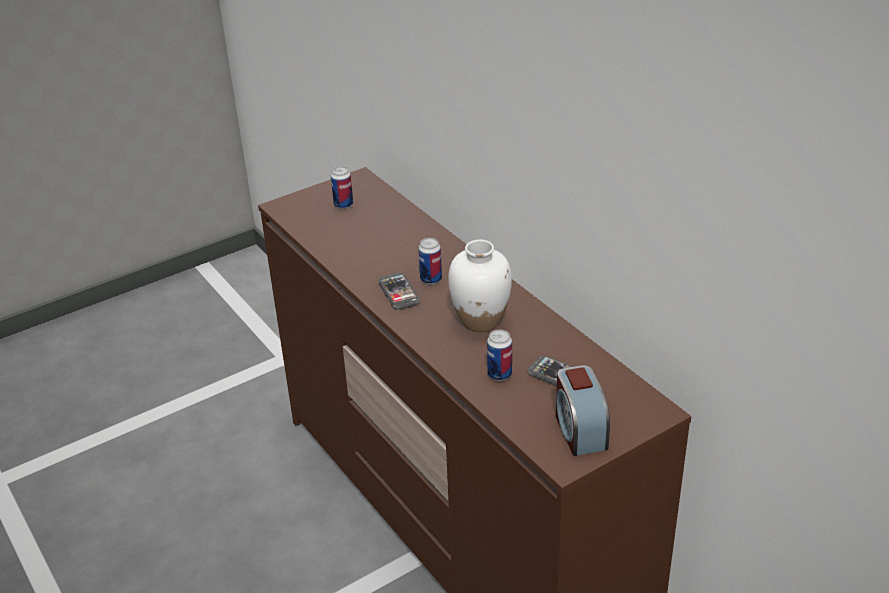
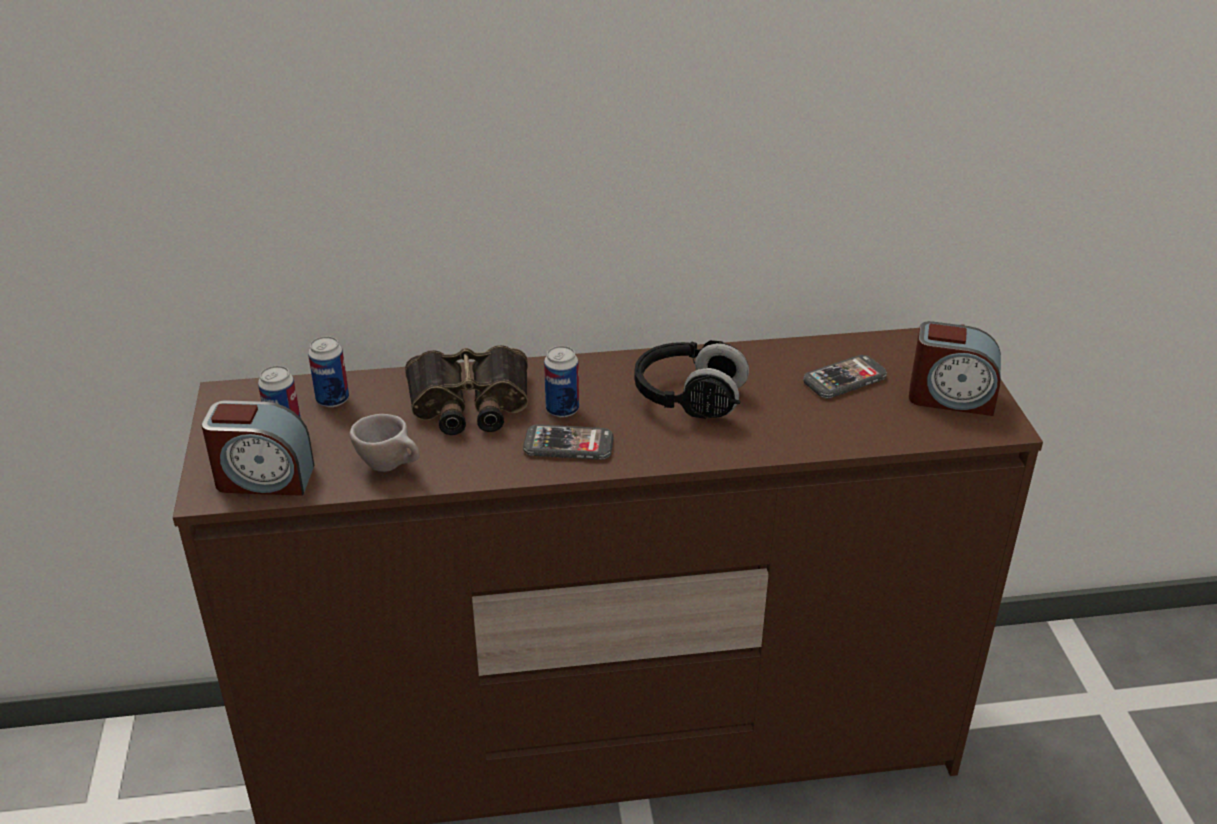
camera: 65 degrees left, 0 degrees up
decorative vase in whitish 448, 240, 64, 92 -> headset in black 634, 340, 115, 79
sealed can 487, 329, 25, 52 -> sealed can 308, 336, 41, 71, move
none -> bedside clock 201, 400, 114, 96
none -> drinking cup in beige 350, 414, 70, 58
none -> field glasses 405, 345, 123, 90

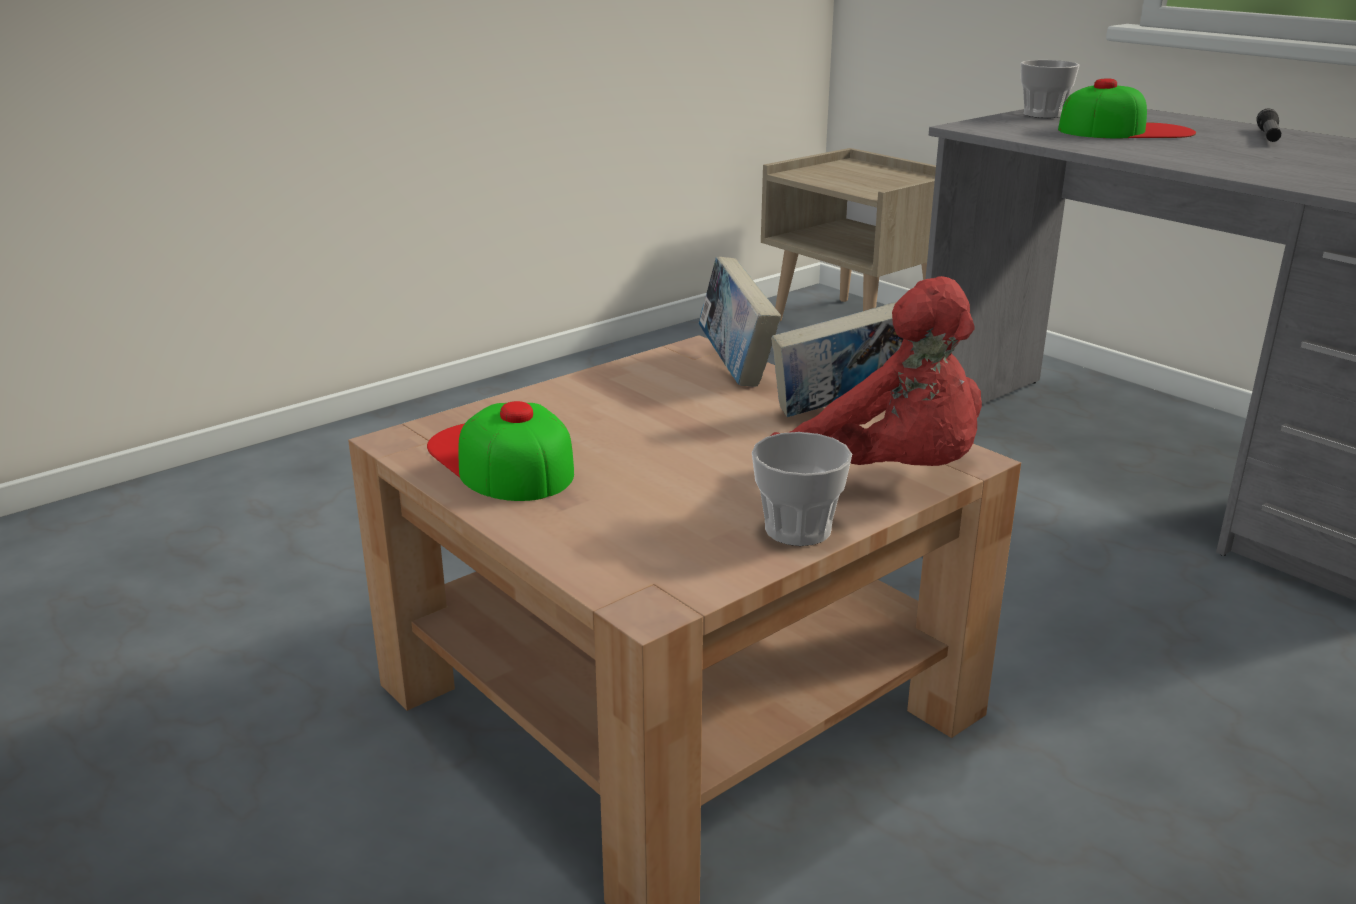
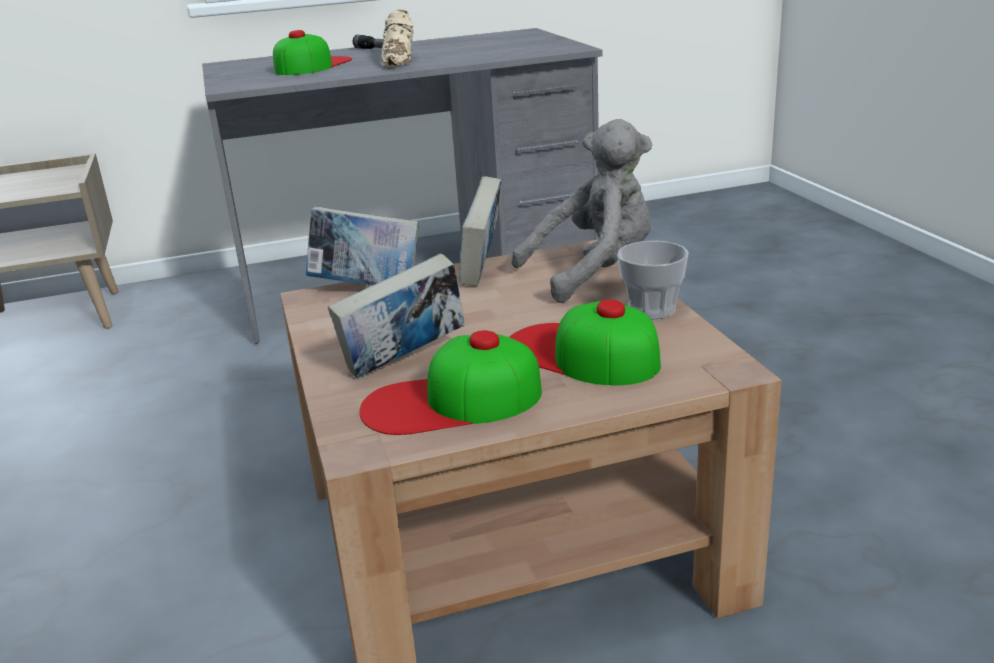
camera: 65 degrees left, 0 degrees up
plush toy in red-coloured 770, 276, 212, 190 -> plush toy in grey 512, 119, 140, 184
drinking cup 1021, 60, 58, 58 -> none
none -> volume 328, 253, 136, 126
none -> low shoe in beige 380, 9, 34, 58
none -> cap 509, 299, 152, 86

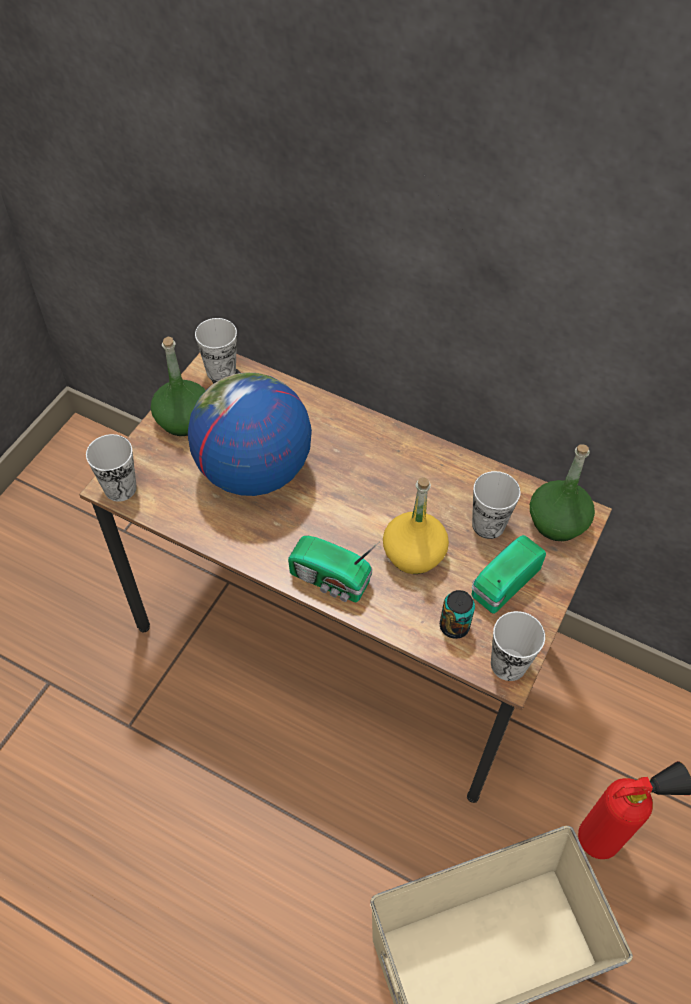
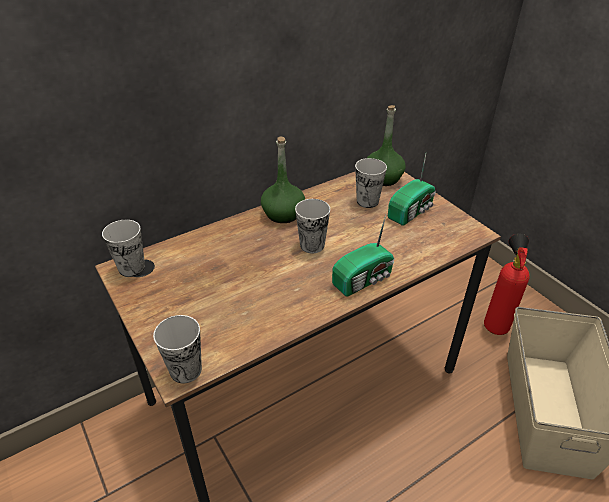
camera: 60 degrees left, 15 degrees down
drink bottle in greenish 151, 337, 55, 99 -> drink bottle in greenish 261, 136, 44, 87, move
globe 188, 372, 124, 124 -> none
drink bottle in yellow-coloured 383, 477, 66, 97 -> none
sealed can 440, 590, 35, 49 -> none
radio 471, 535, 75, 79 -> radio 388, 154, 48, 71, 120 degrees counterclockwise
drinking cup 491, 611, 54, 70 -> drinking cup 295, 199, 35, 54, move

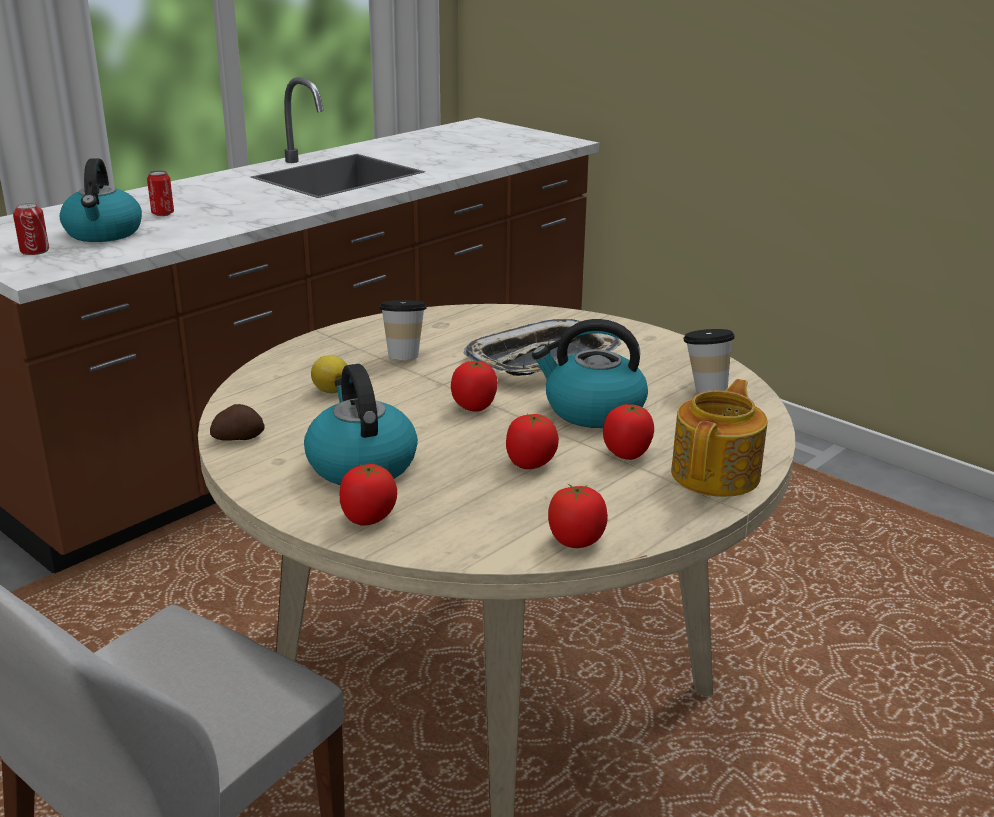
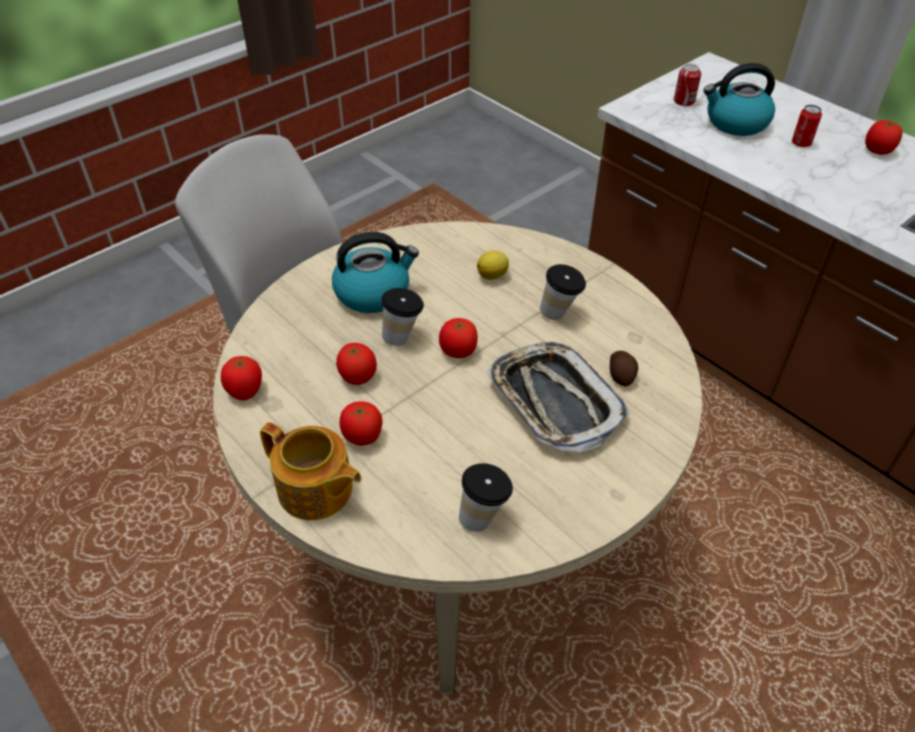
camera: 95 degrees right, 20 degrees up
potato 210, 404, 55, 37 -> potato 610, 351, 28, 35, move
whole tomato 340, 464, 57, 62 -> whole tomato 865, 120, 37, 35, move
water kettle 532, 319, 116, 109 -> none
none -> drinking cup 382, 288, 42, 58

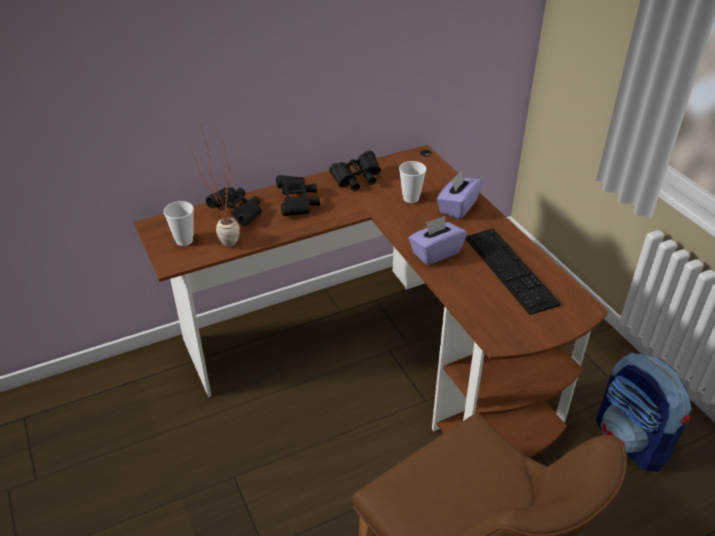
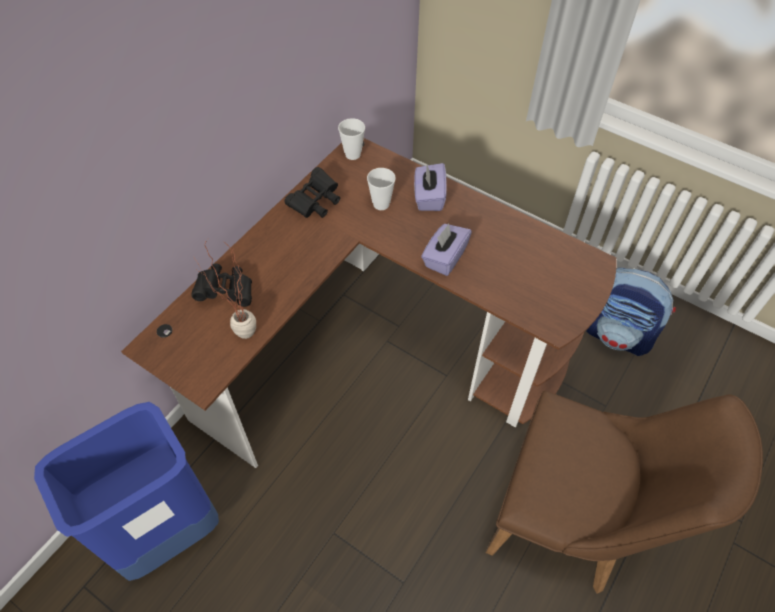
camera: 30 degrees left, 15 degrees up
drinking cup 164, 201, 30, 45 -> drinking cup 338, 118, 27, 42, move
field glasses in black 276, 175, 44, 41 -> none
computer keyboard 466, 228, 95, 87 -> none
none -> waste bin in blue-coloured 34, 402, 185, 179

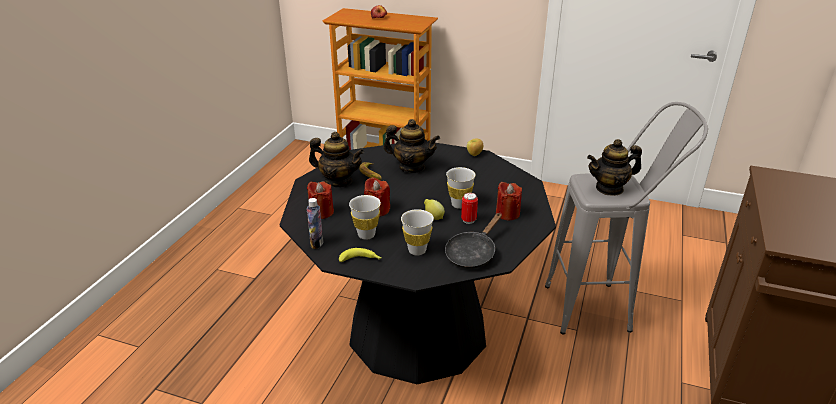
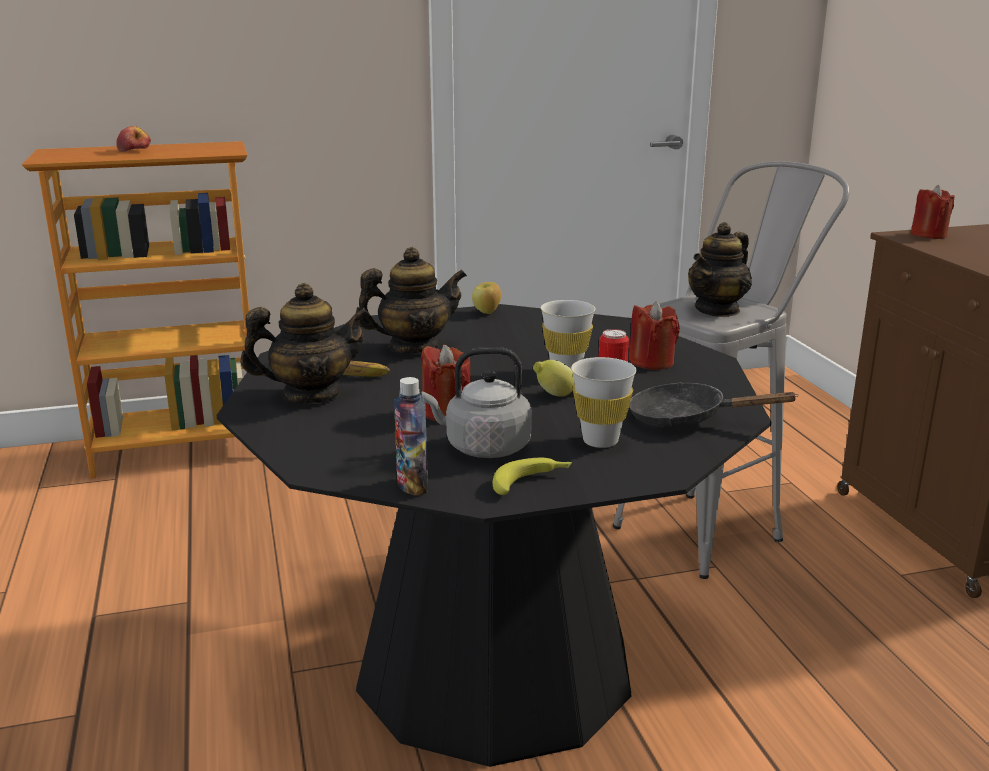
camera: 35 degrees left, 10 degrees down
wax candle in red-coloured 307, 181, 27, 38 -> wax candle in red-coloured 911, 185, 44, 54, move
drinking cup in whitish 349, 195, 32, 45 -> water kettle in grey 422, 347, 110, 111
frying pan in black 445, 213, 57, 56 -> frying pan in black 629, 382, 170, 45, 105 degrees clockwise

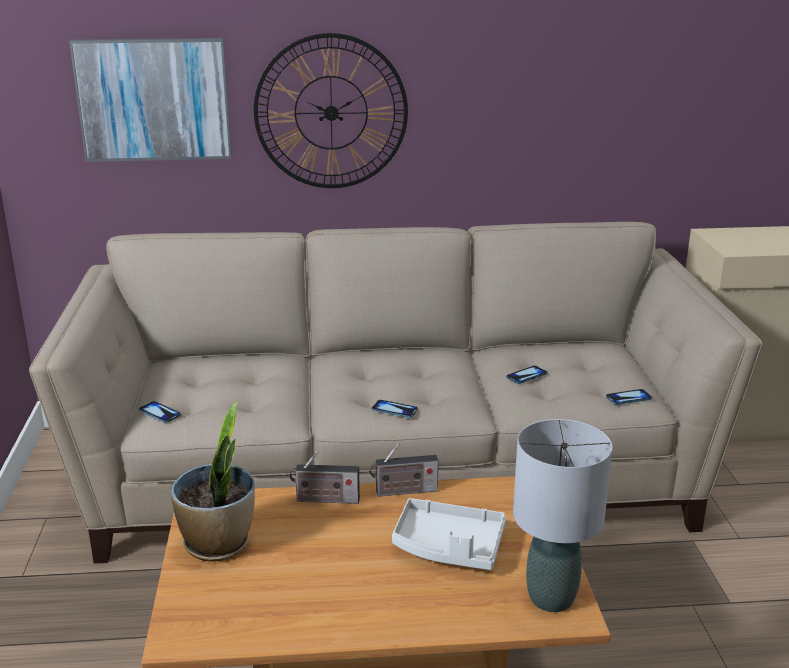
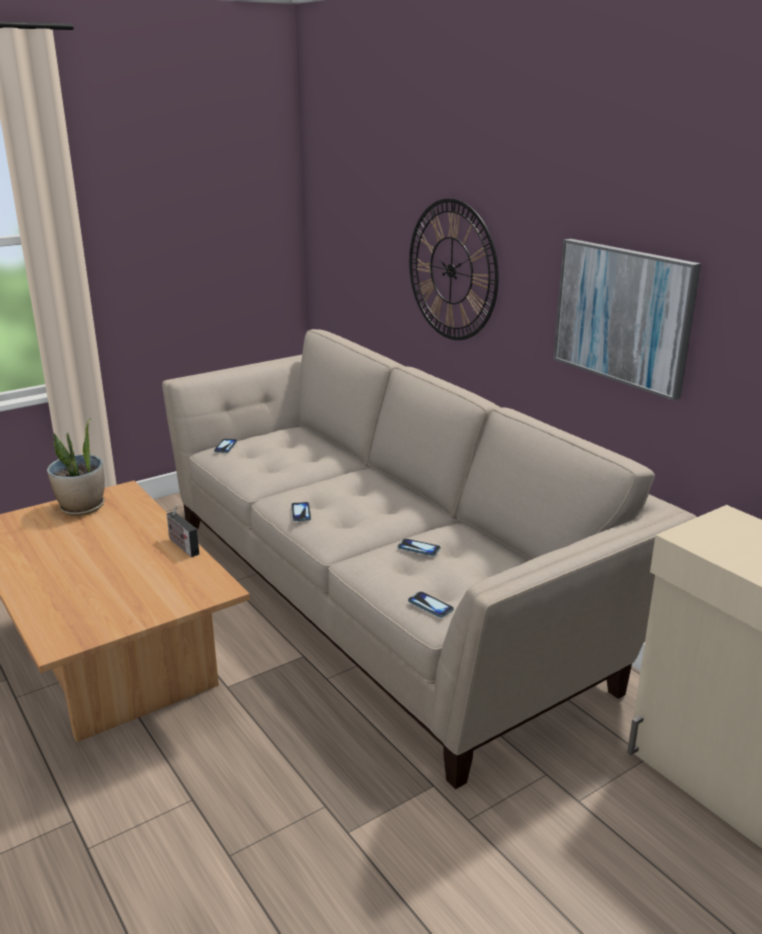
camera: 60 degrees right, 0 degrees up
wall picture 69, 38, 163, 124 -> wall picture 553, 239, 148, 162, move
radio 289, 450, 71, 54 -> none
carrying tray in whitish 392, 498, 114, 72 -> none
lamp for a table in grey 513, 419, 100, 193 -> none

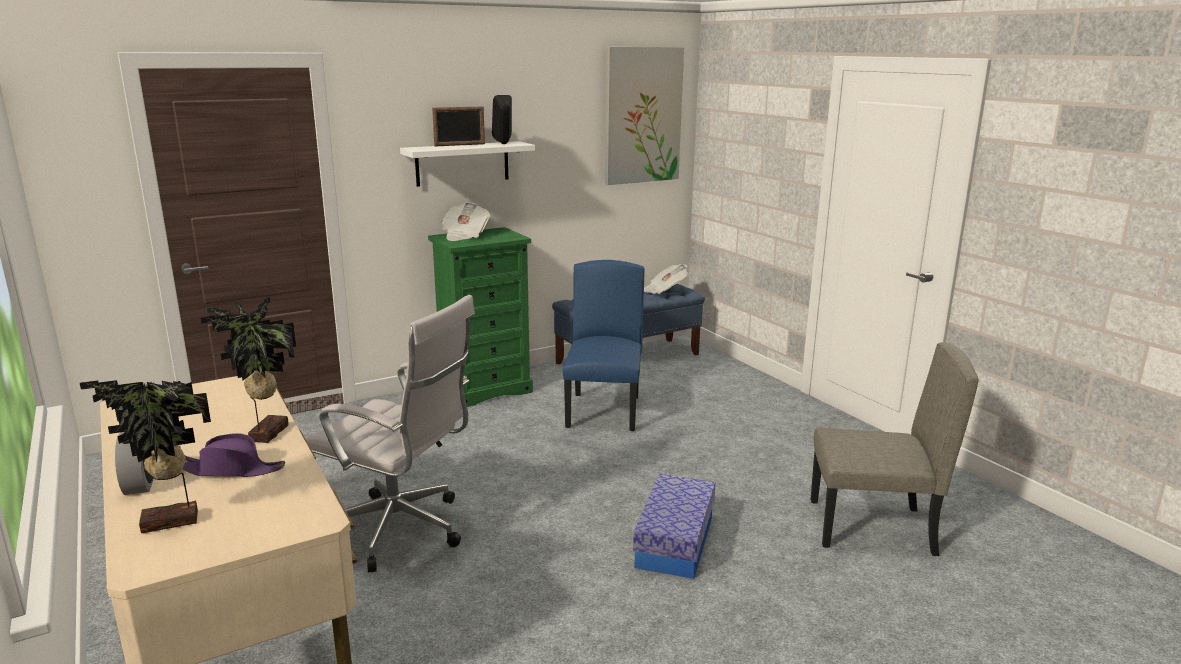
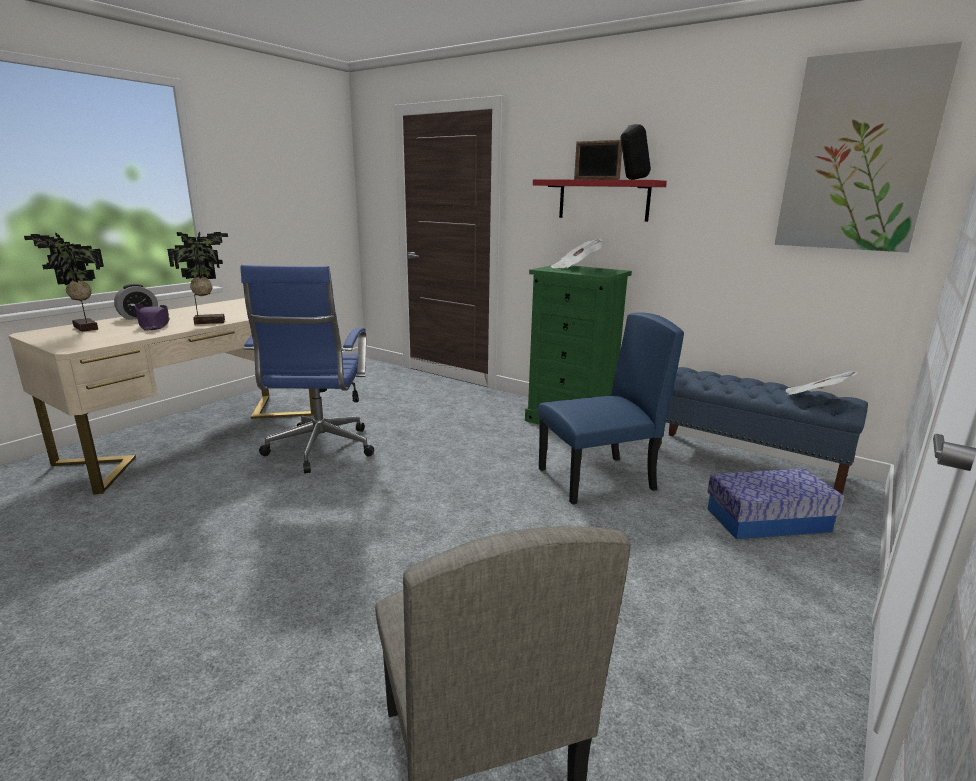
camera: 65 degrees right, 0 degrees up
desk chair in whitish 306, 295, 169, 277 -> desk chair in blue-coloured 240, 265, 134, 209
wall shelf in whitish 400, 141, 135, 46 -> wall shelf in red-coloured 533, 179, 134, 43
storage bin 633, 474, 83, 105 -> storage bin 707, 469, 137, 70, move

